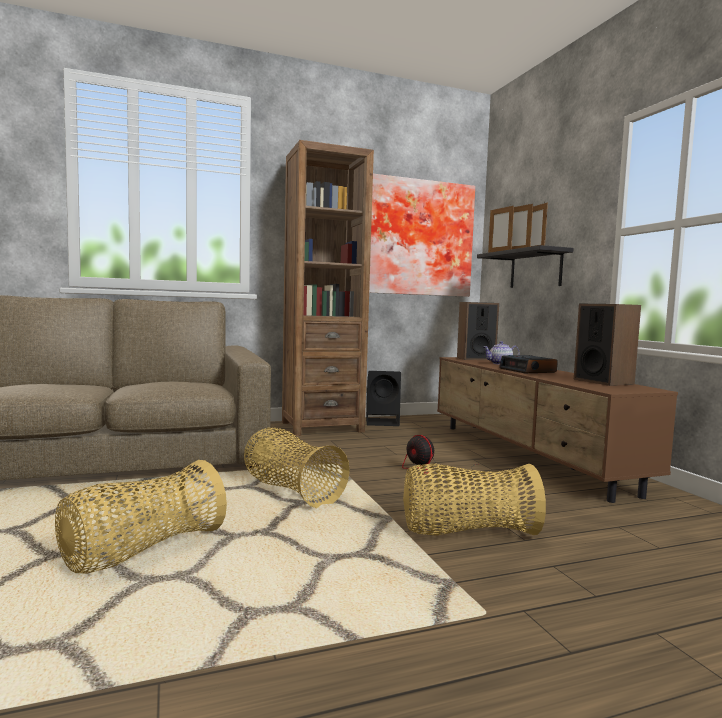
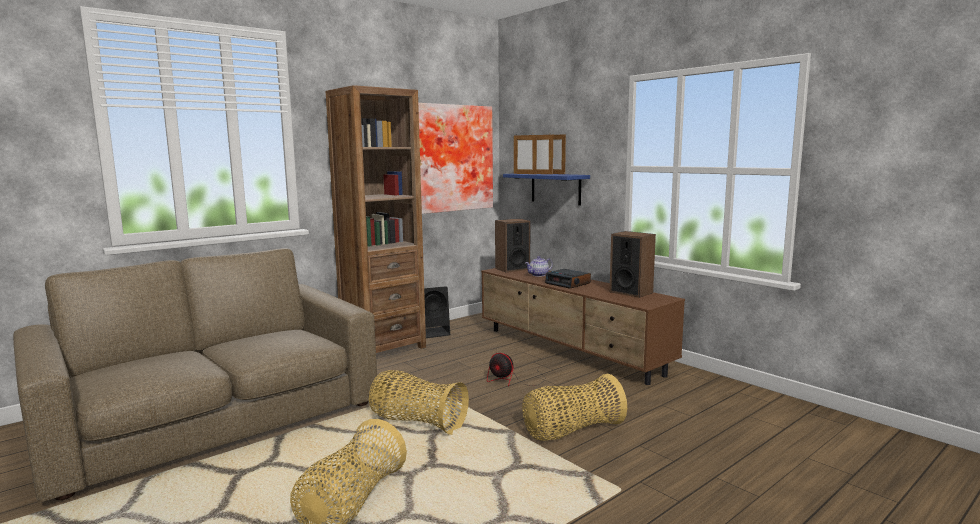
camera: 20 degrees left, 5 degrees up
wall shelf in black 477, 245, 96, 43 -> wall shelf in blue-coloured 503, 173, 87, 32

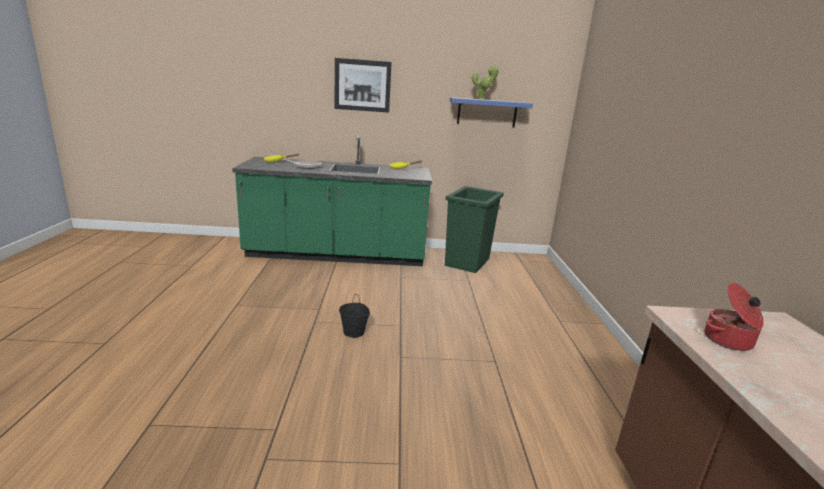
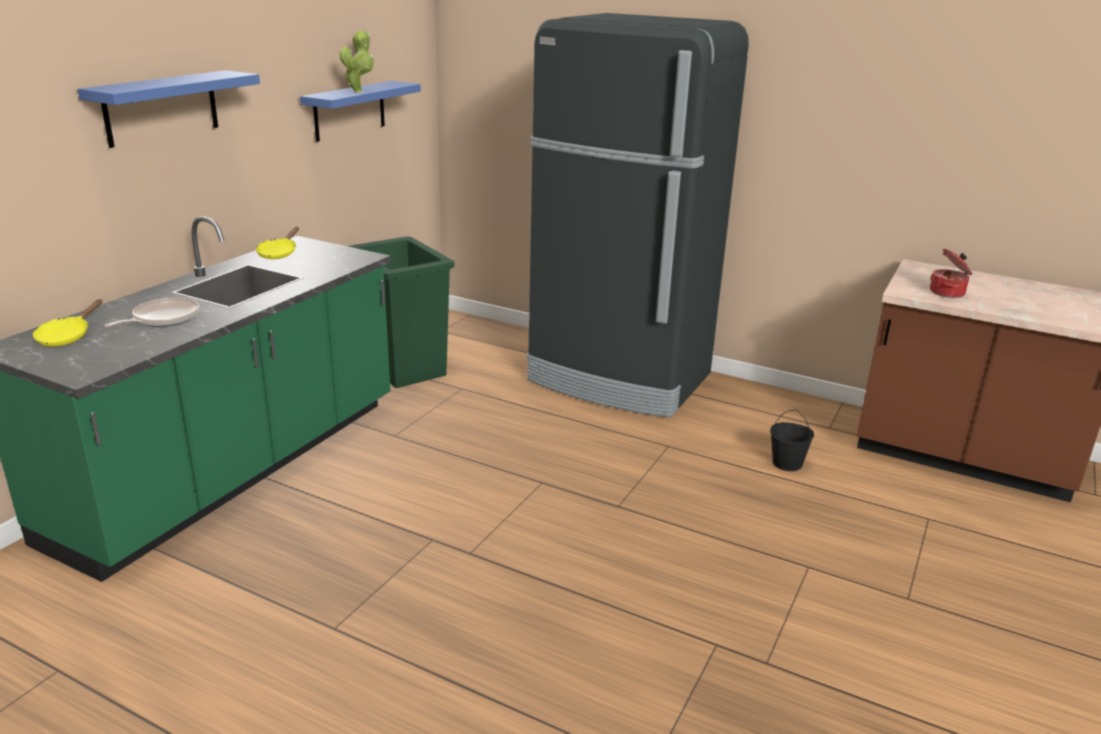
camera: 60 degrees left, 5 degrees up
wall picture 334, 58, 58, 55 -> wall shelf in blue-coloured 78, 70, 182, 78
water bucket in black 339, 294, 31, 44 -> water bucket in black 770, 409, 44, 62, move
none -> refrigerator in black 527, 13, 222, 405

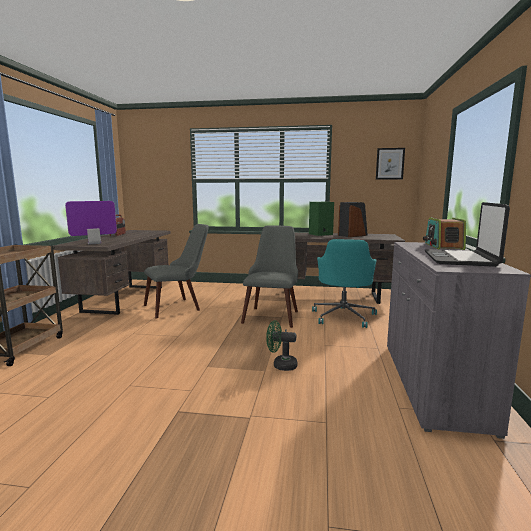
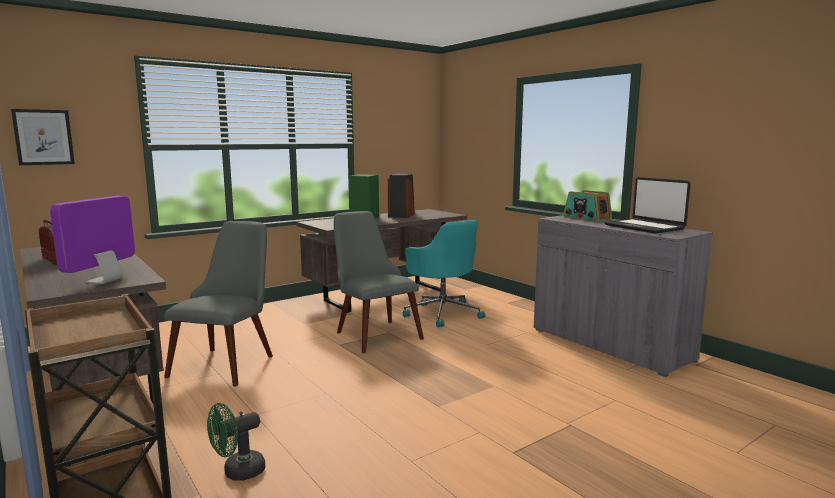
camera: 45 degrees left, 0 degrees up
cooling fan in greenish 266, 320, 32, 51 -> cooling fan in greenish 207, 403, 58, 78, move
wall picture 376, 148, 29, 32 -> wall picture 11, 109, 64, 56, move

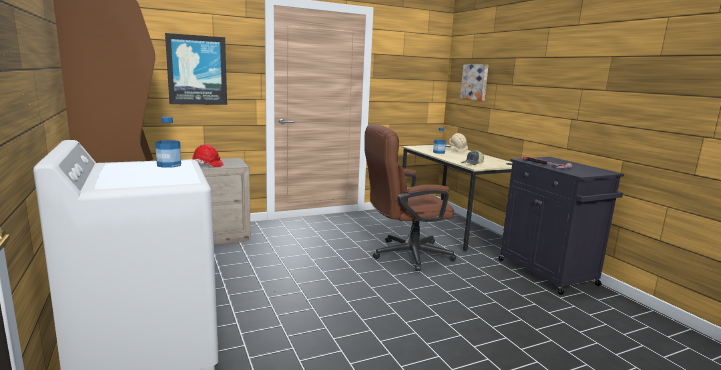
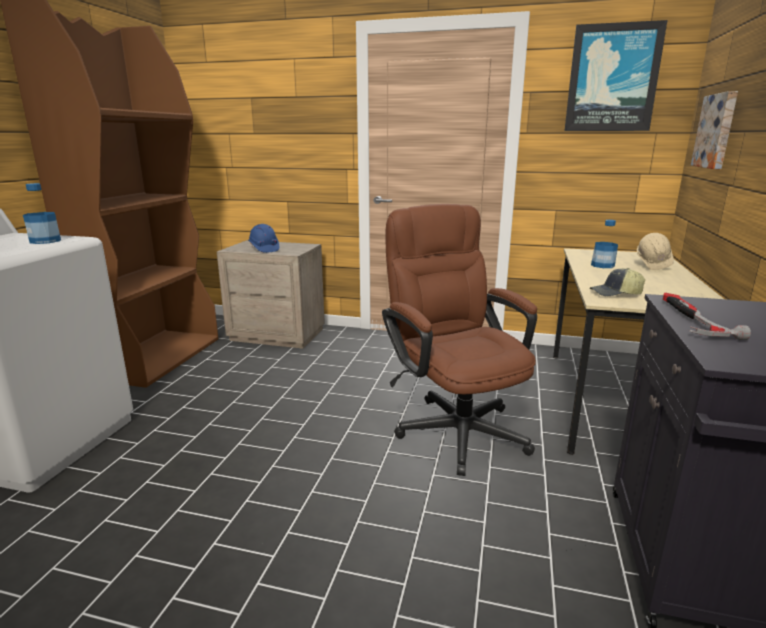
camera: 40 degrees right, 5 degrees up
wall picture 165, 33, 62, 72 -> wall picture 564, 20, 103, 111, move
hard hat in red-coloured 192, 144, 32, 23 -> hard hat in blue-coloured 248, 224, 31, 29
desk chair in brown 364, 124, 92, 147 -> desk chair in brown 382, 204, 155, 272, 45 degrees clockwise

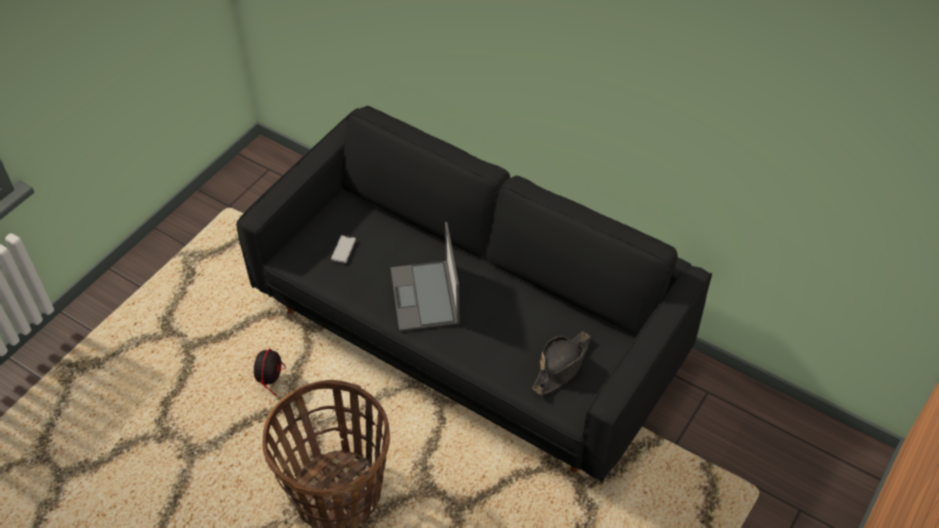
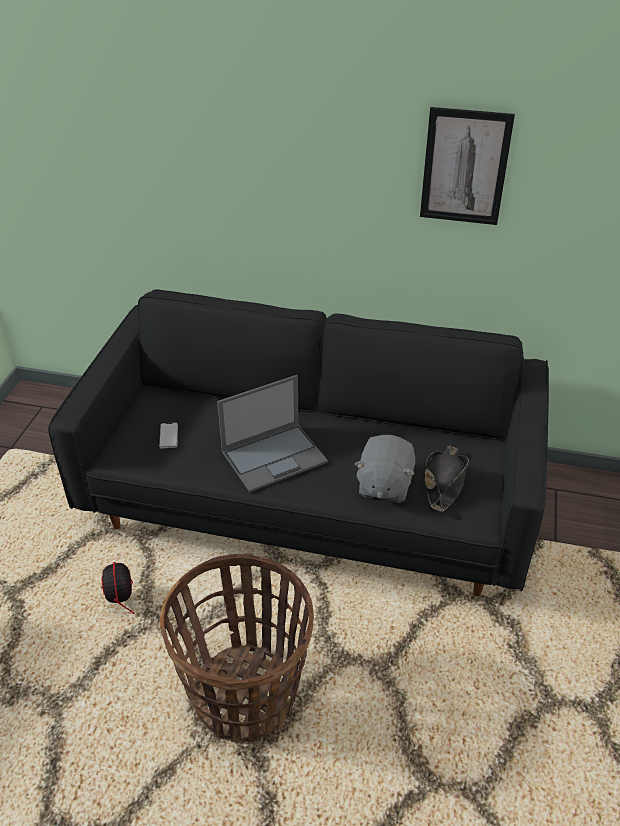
camera: 20 degrees left, 10 degrees down
notebook computer 390, 222, 69, 109 -> notebook computer 217, 375, 111, 117, 90 degrees counterclockwise
none -> plush toy in grey 354, 435, 61, 68
none -> wall picture 420, 107, 95, 118

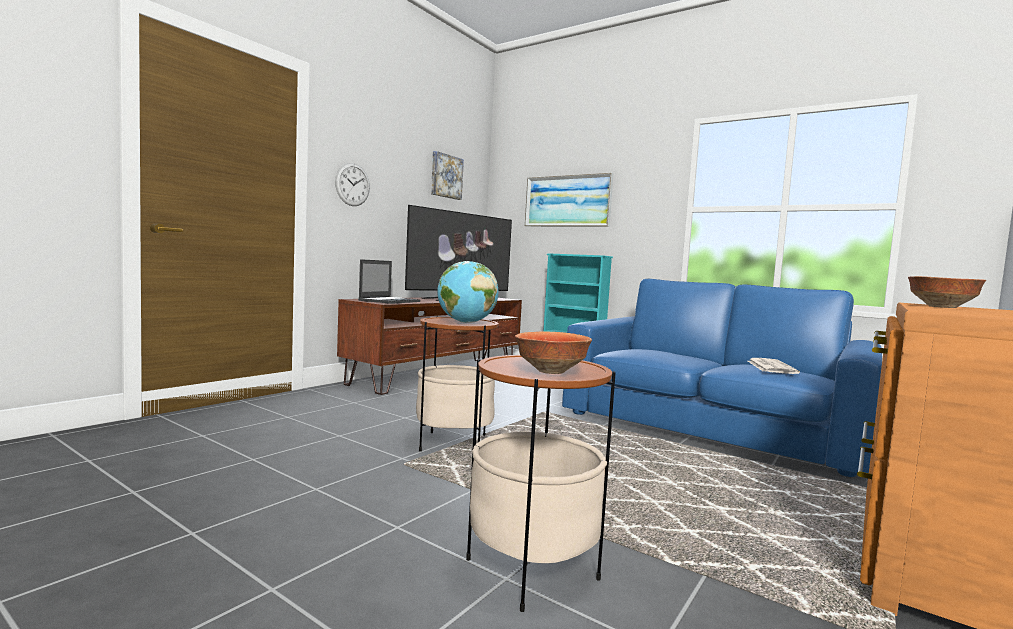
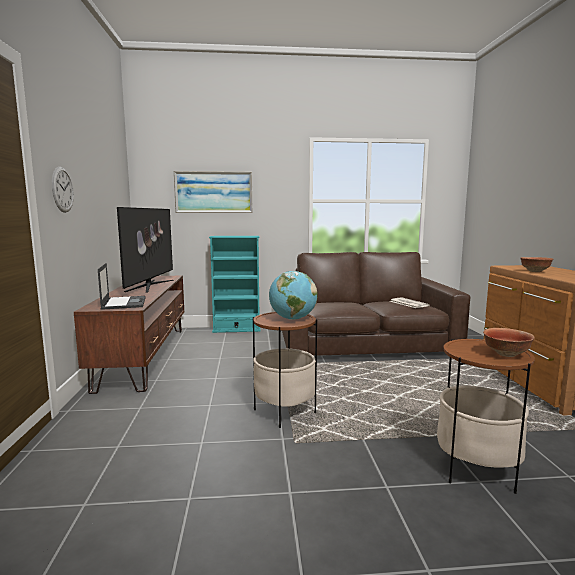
camera: 40 degrees left, 5 degrees up
wall picture 431, 151, 33, 49 -> none
couch in blue-coloured 562, 279, 320, 198 -> couch in brown 282, 252, 188, 104

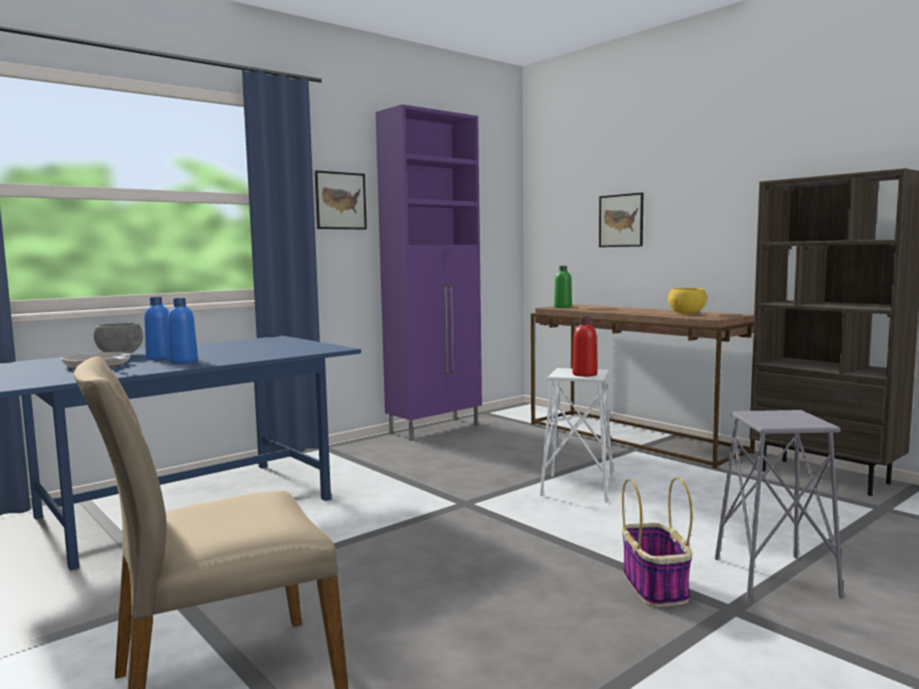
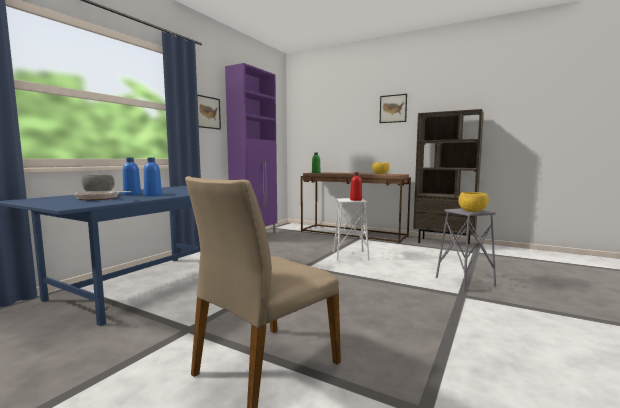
camera: 20 degrees left, 0 degrees up
wall picture 599, 193, 44, 54 -> wall picture 380, 94, 27, 29, move
basket 622, 477, 71, 130 -> none
none -> serving bowl in yellow-coloured 458, 192, 31, 20

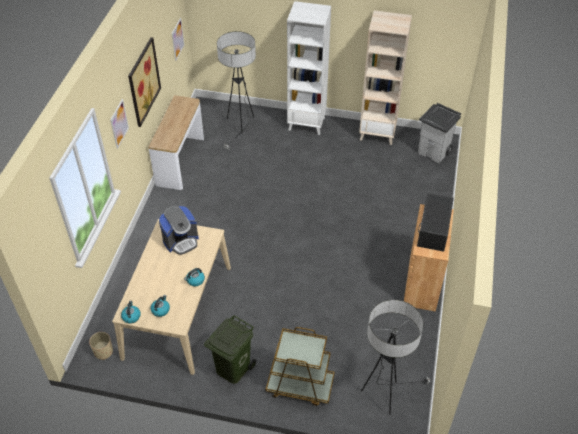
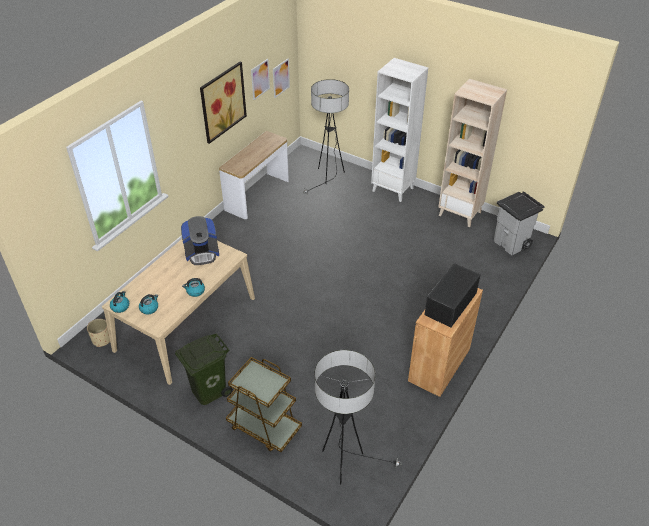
camera: 20 degrees right, 5 degrees down
wall picture 110, 99, 19, 50 -> wall picture 251, 59, 19, 41, move

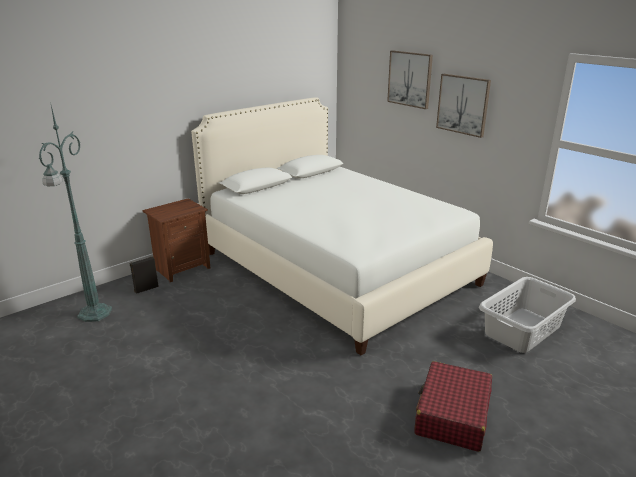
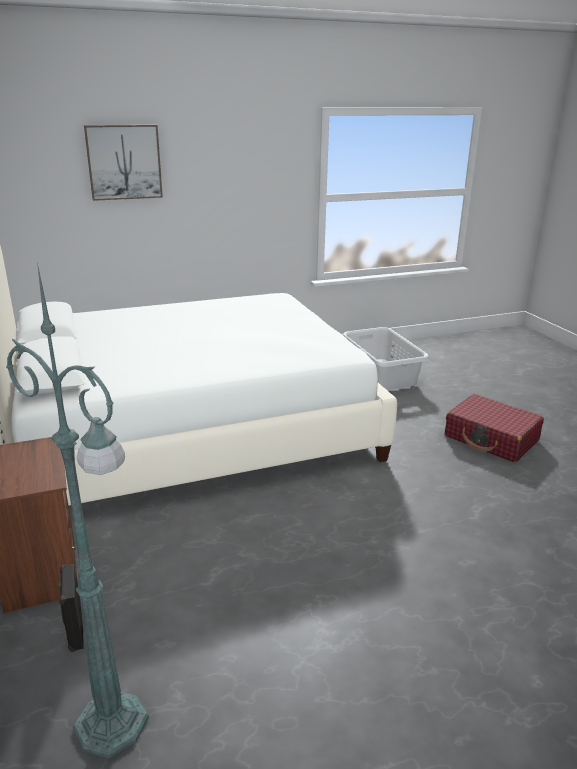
camera: 70 degrees left, 0 degrees up
wall picture 436, 74, 55, 64 -> none

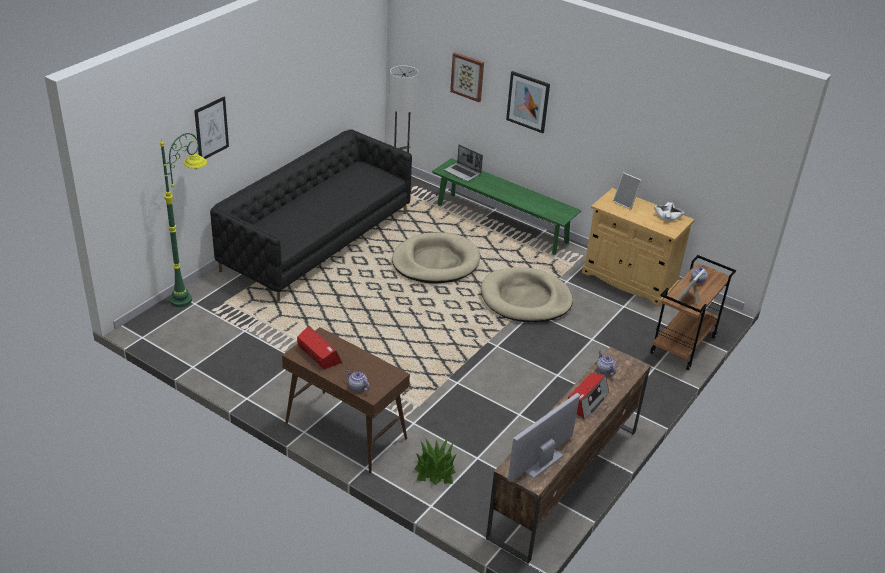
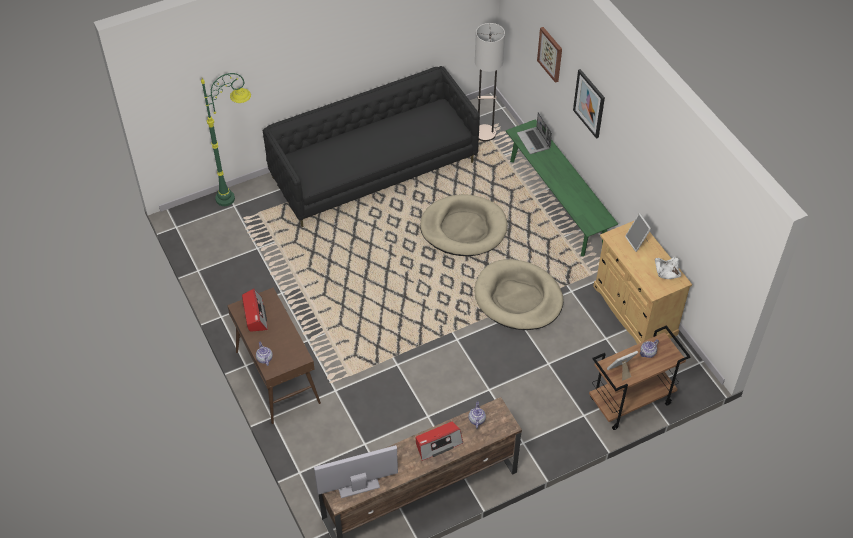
camera: 30 degrees right, 15 degrees up
wall picture 194, 96, 35, 63 -> none
potted plant 414, 437, 43, 48 -> none

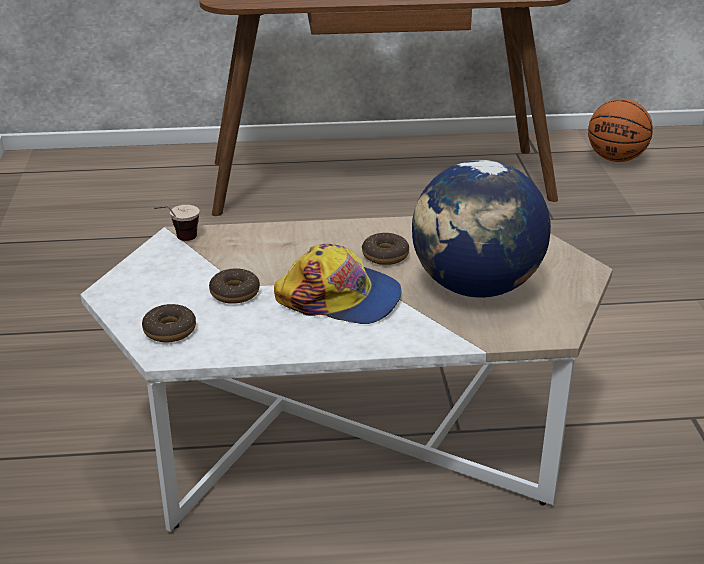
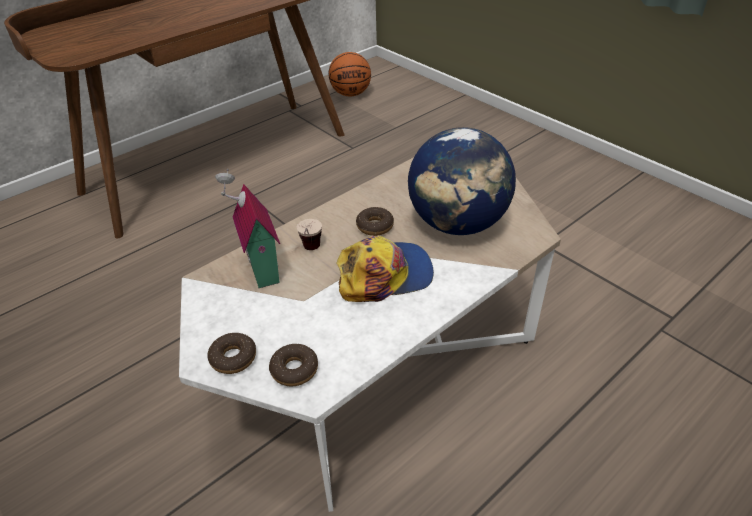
camera: 35 degrees left, 10 degrees up
drinking cup 154, 205, 45, 36 -> drinking cup 297, 219, 25, 31, move
doughnut 209, 268, 51, 36 -> doughnut 207, 333, 49, 41, move
none -> model house 215, 169, 65, 119

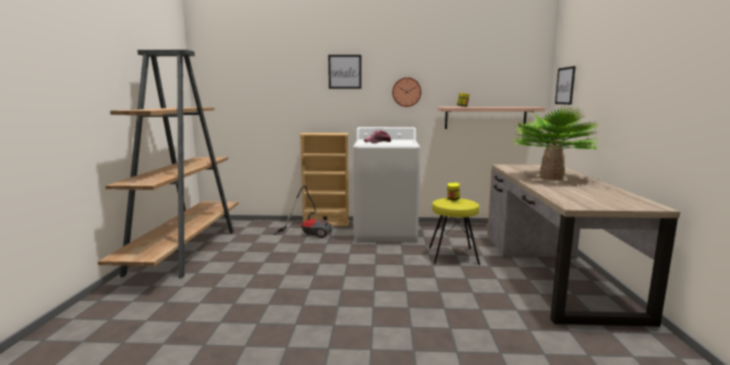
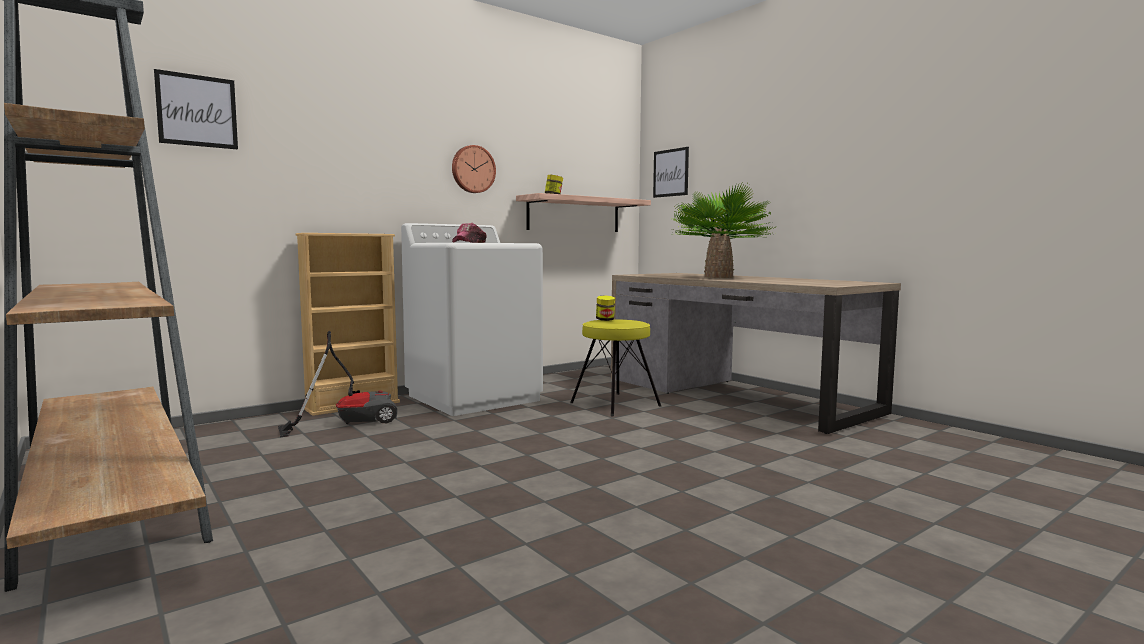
camera: 40 degrees left, 5 degrees down
wall picture 328, 55, 33, 34 -> wall picture 154, 69, 84, 80, move

